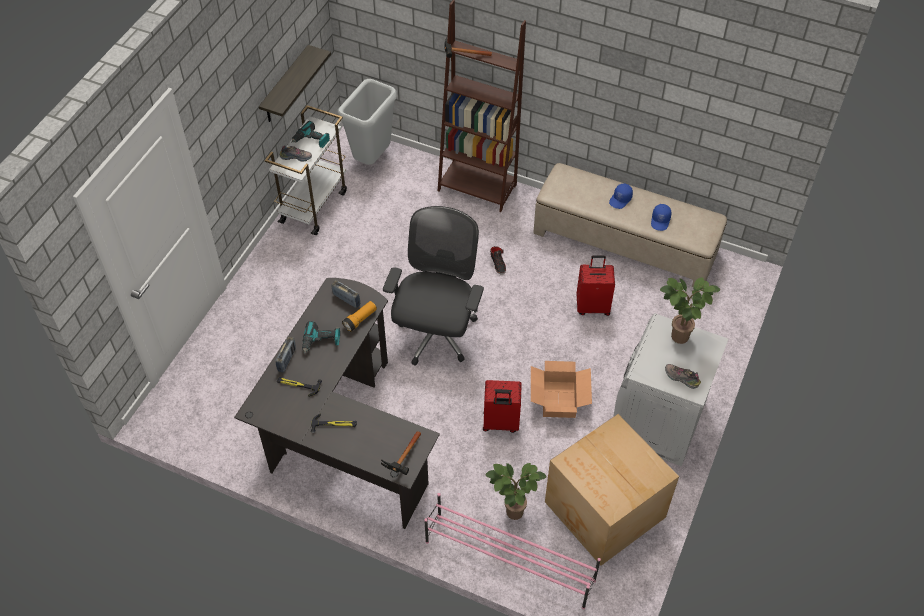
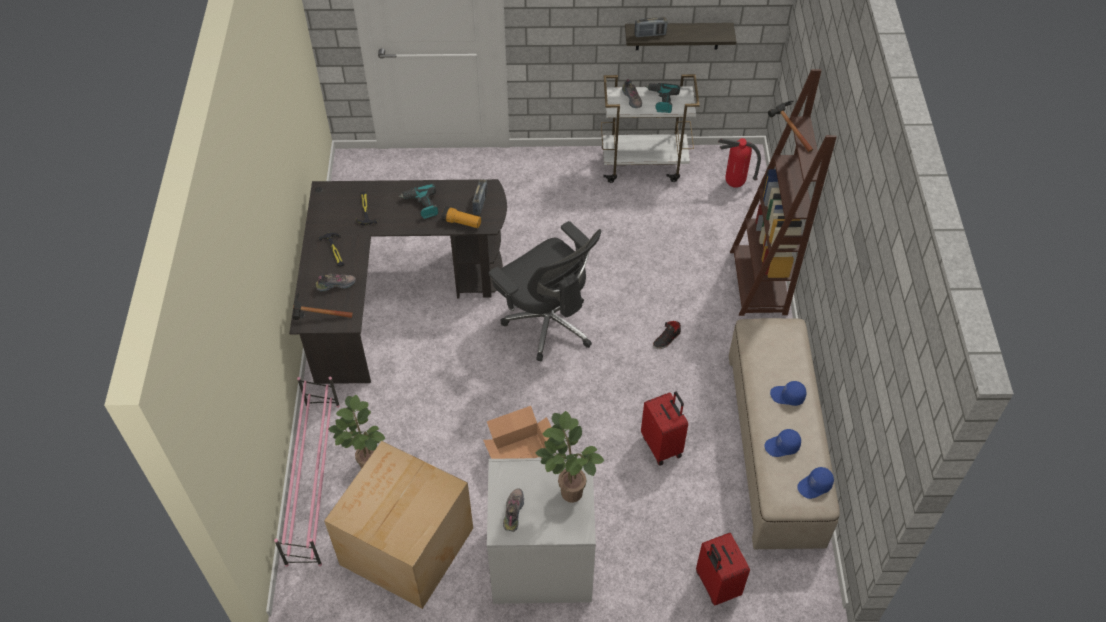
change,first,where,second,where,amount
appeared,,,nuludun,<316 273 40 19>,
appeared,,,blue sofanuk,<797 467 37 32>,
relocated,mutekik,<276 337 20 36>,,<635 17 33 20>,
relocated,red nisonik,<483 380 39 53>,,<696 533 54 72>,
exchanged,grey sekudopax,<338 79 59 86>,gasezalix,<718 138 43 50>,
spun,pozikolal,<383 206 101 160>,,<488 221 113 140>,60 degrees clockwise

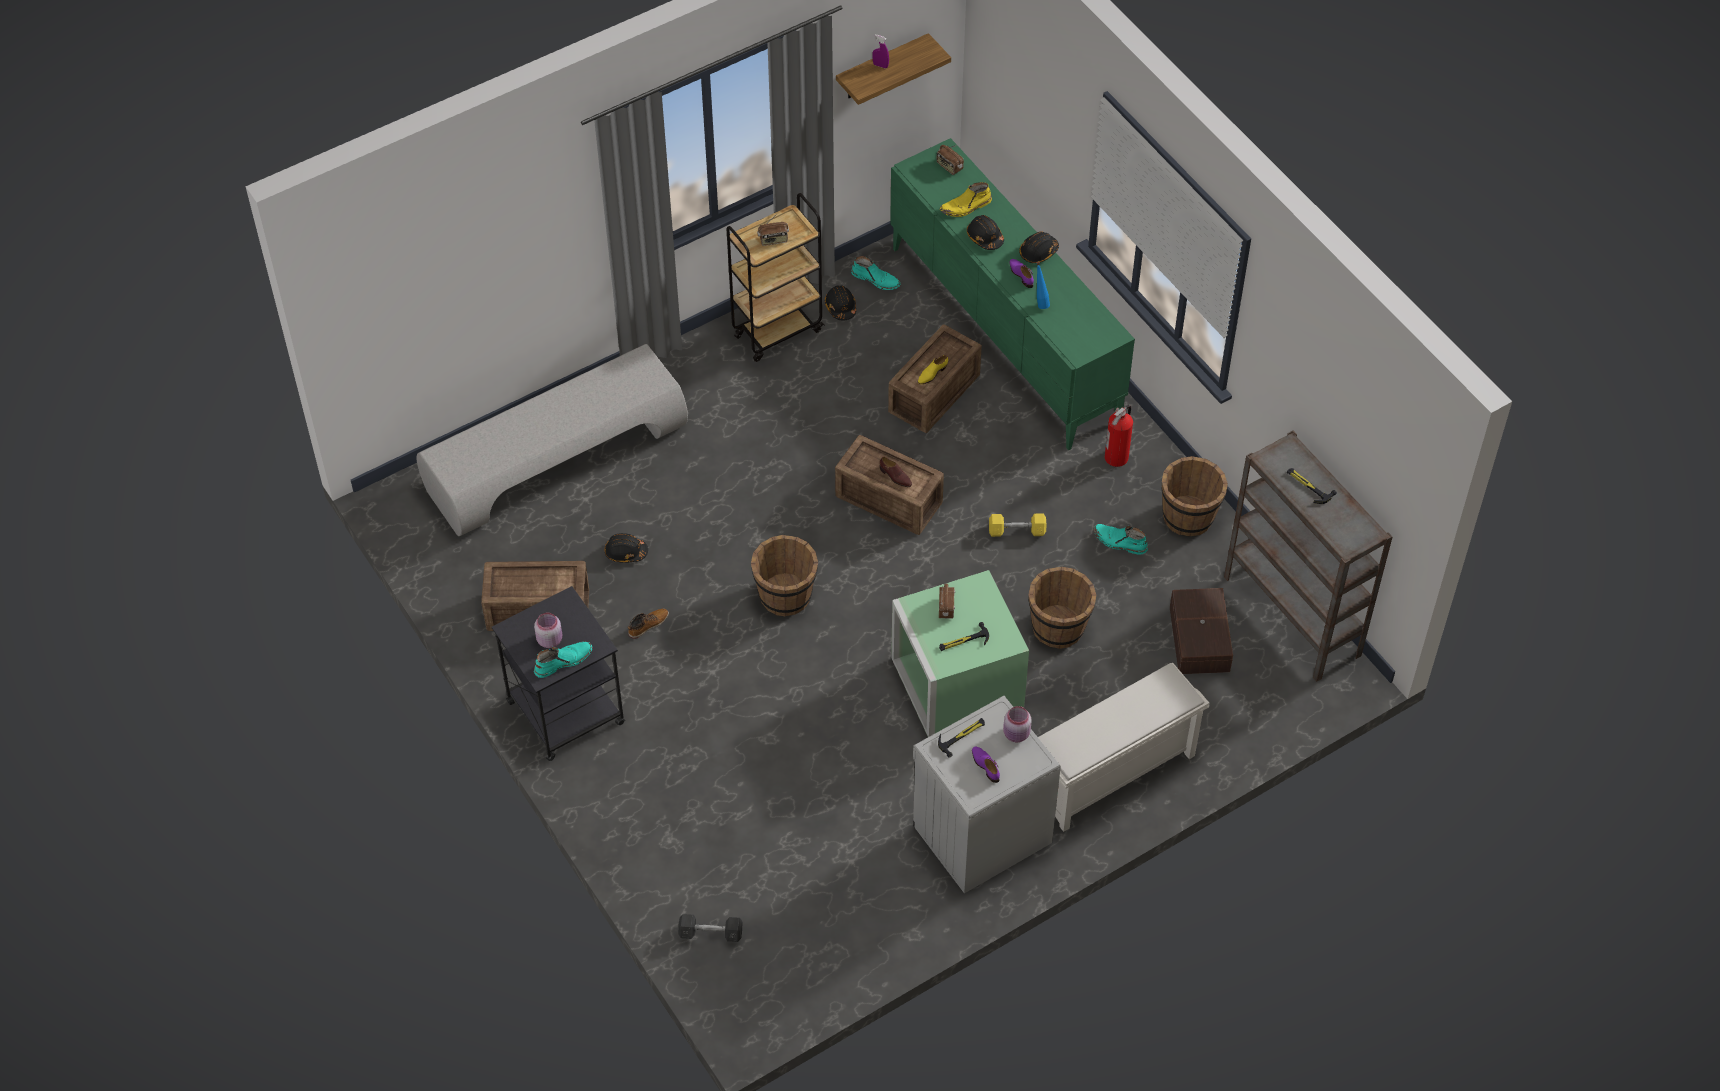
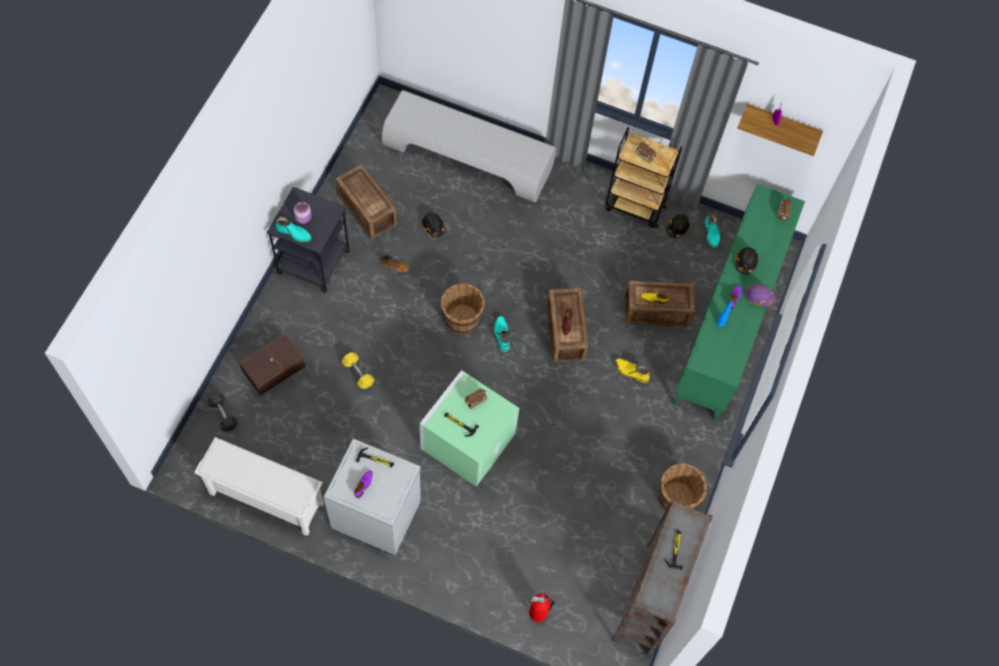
change,first,where,second,where,amount
missing,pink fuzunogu,<1003 706 29 36>,,,
missing,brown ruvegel,<1028 567 68 82>,,,
relocated,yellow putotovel,<940 182 52 35>,,<615 358 35 24>,
relocated,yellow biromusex,<989 514 57 23>,,<342 352 33 37>,
relocated,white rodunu,<1038 662 171 170>,,<195 437 129 99>,
relocated,turquoise putotovel,<1093 524 55 31>,,<494 316 16 36>,
relocated,gasezalix,<1105 405 28 62>,,<529 593 26 29>,
relocated,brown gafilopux,<1170 588 63 86>,,<239 333 67 62>,
colour,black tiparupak,<1019 232 40 31>,purple tiparupak,<745 284 31 22>,

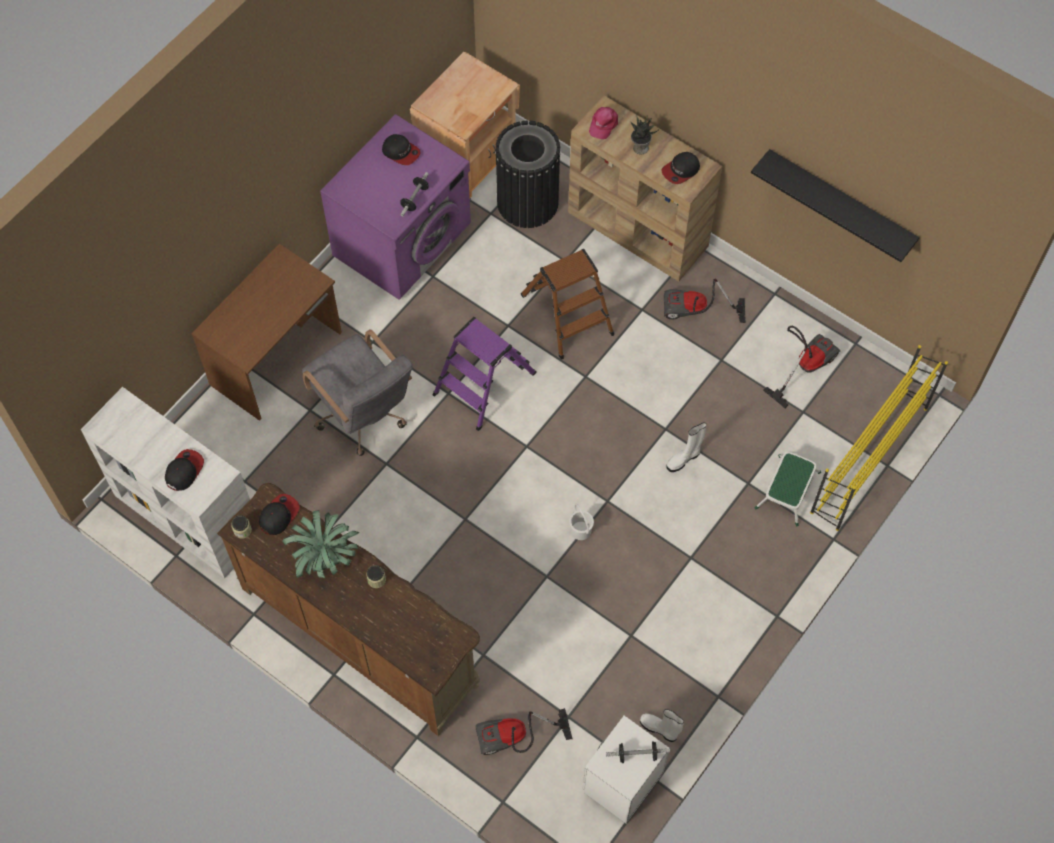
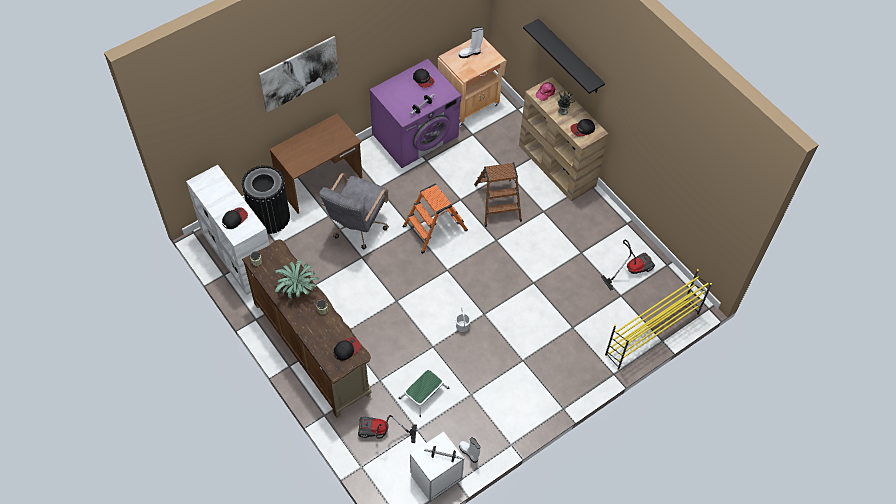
change,first,where,second,where,amount
missing,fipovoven,<664 278 82 45>,,,
appeared,,,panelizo,<259 36 80 76>,
relocated,sofanuk,<259 494 41 41>,,<334 337 27 24>,
relocated,black sekudopax,<495 121 66 107>,,<242 165 48 69>,
relocated,white putotovel,<667 422 40 50>,,<459 27 24 31>,
relocated,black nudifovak,<751 149 168 113>,,<523 18 82 76>,
relocated,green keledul,<754 452 67 75>,,<398 369 51 48>,
colour,purple keledul,<433 317 104 114>,orange keledul,<402 183 66 71>,
spun,grey pozikolal,<302 329 111 127>,,<319 173 70 76>,45 degrees clockwise

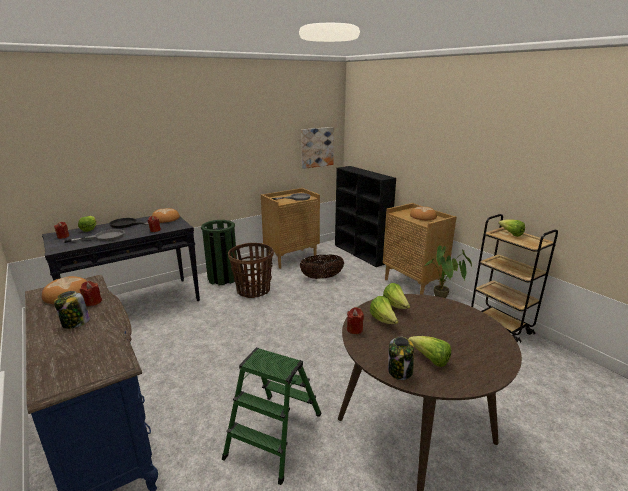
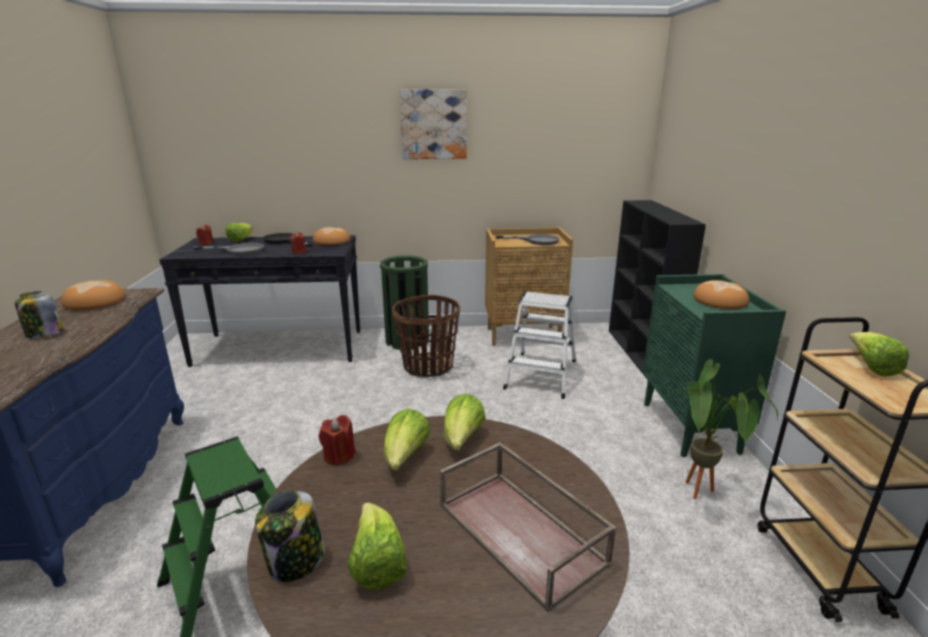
change,first,where,second,where,amount
missing,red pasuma,<80 281 22 25>,,,
appeared,,,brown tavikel,<440 442 177 170>,
relocated,panelizo,<301 127 33 42>,,<400 89 67 70>,
exchanged,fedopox,<300 254 44 25>,white keledul,<503 291 73 108>,
colour,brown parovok,<383 203 73 92>,green parovok,<643 274 143 183>,

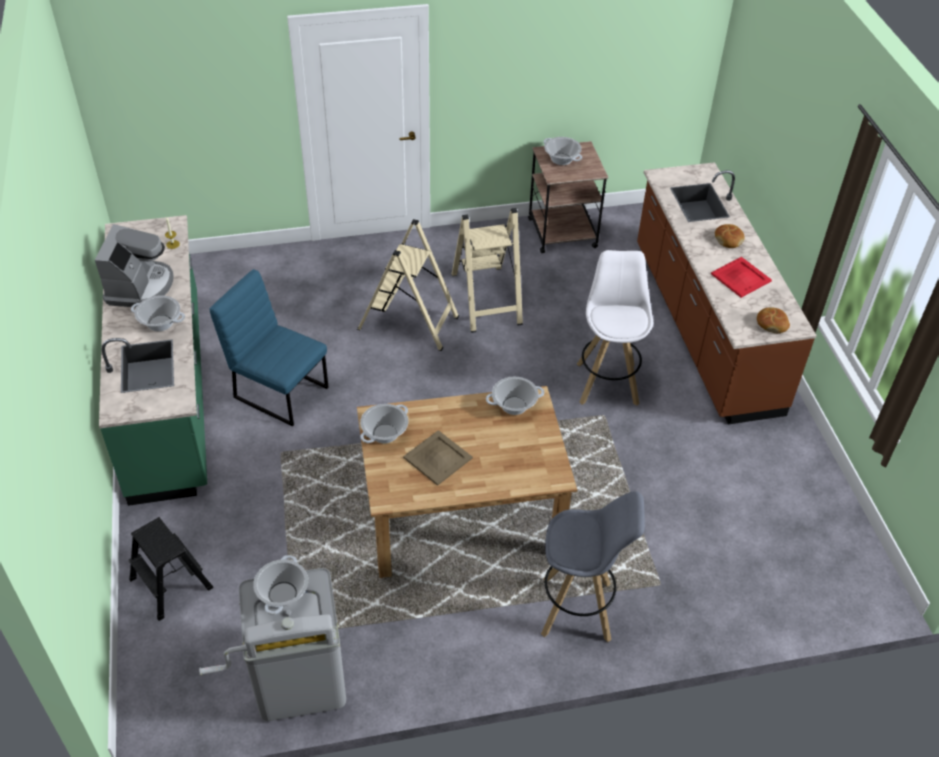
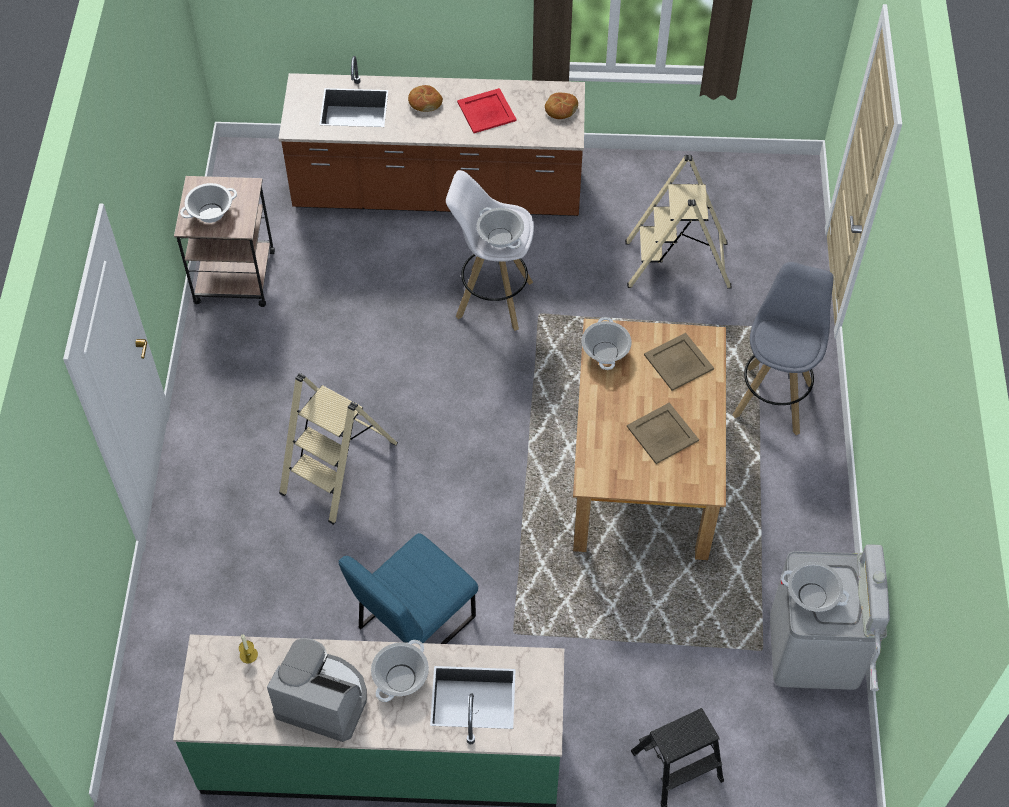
change,first,where,second,where,amount
appeared,,,beige tavikel,<644 333 70 58>,
relocated,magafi,<360 404 49 39>,,<476 207 48 42>,
relocated,beige keledul,<451 208 72 125>,,<625 155 107 133>,

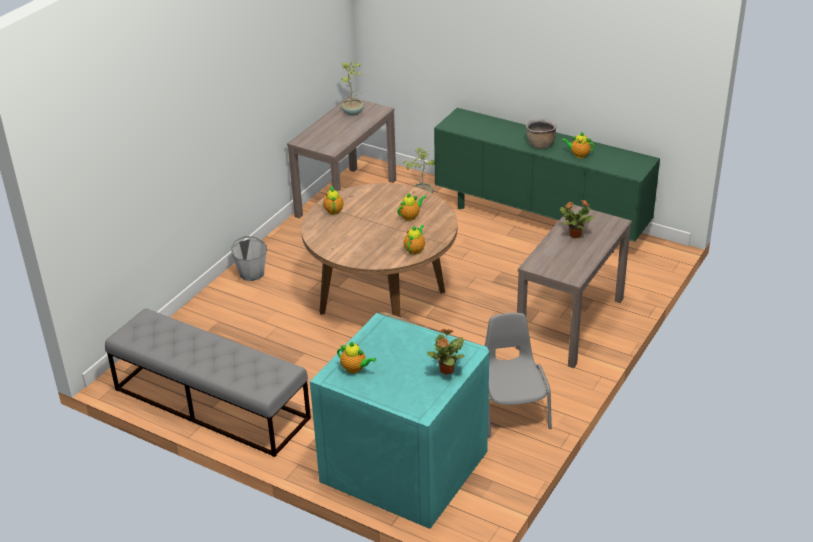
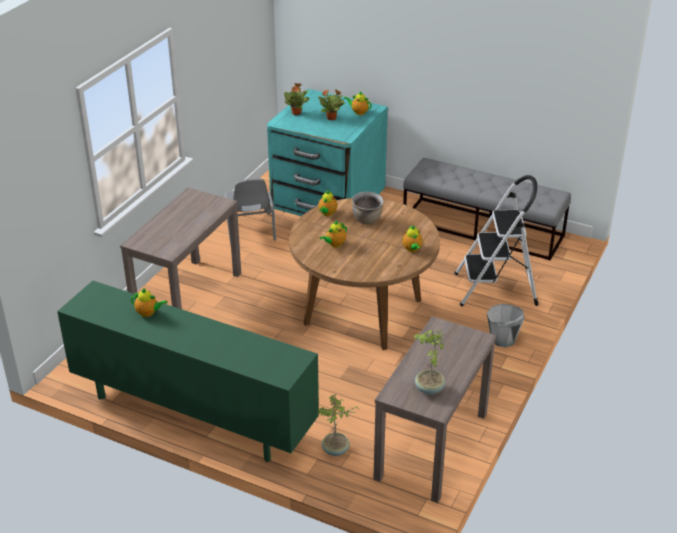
change,first,where,second,where,amount
appeared,,,keledul,<454 175 84 131>,
relocated,brown magafi,<526 118 31 31>,,<352 192 32 32>,
relocated,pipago,<560 200 35 38>,,<318 90 27 30>,

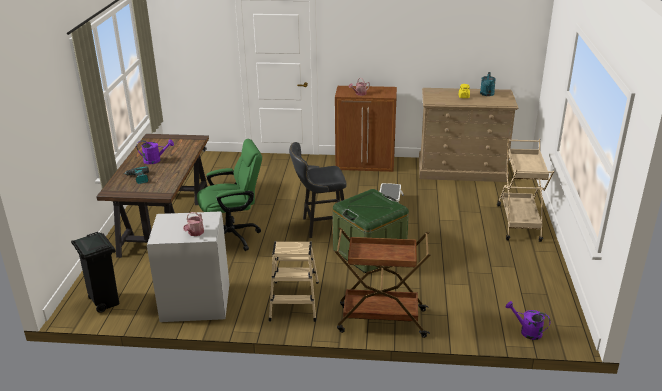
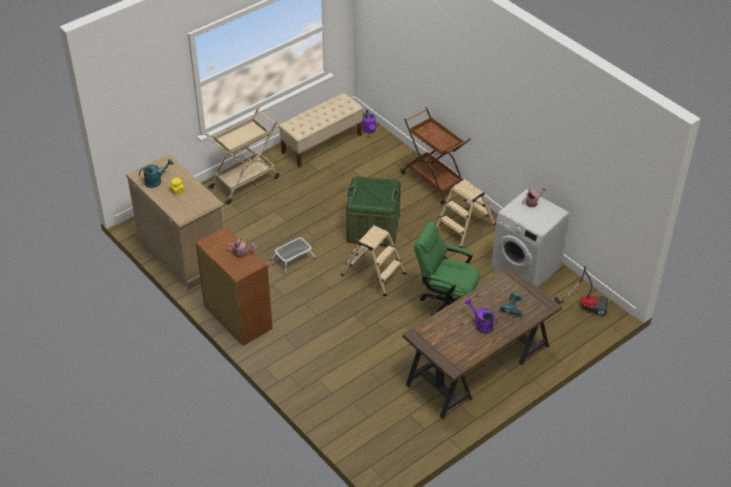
change,first,where,second,where,amount
appeared,,,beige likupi,<278 93 85 75>,
exchanged,black sekudopax,<71 232 48 81>,fipovoven,<554 267 54 49>,
exchanged,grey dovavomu,<289 142 58 96>,beige keledul,<341 224 65 73>,

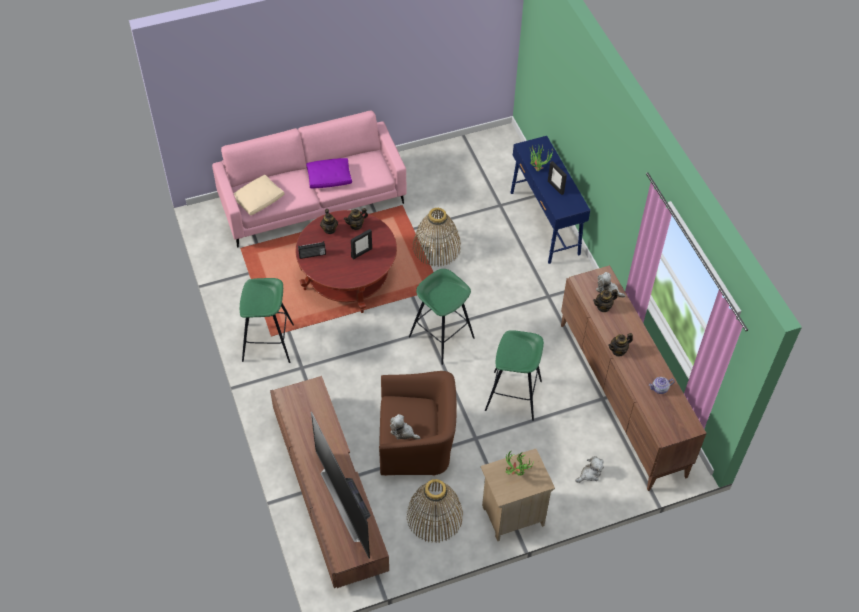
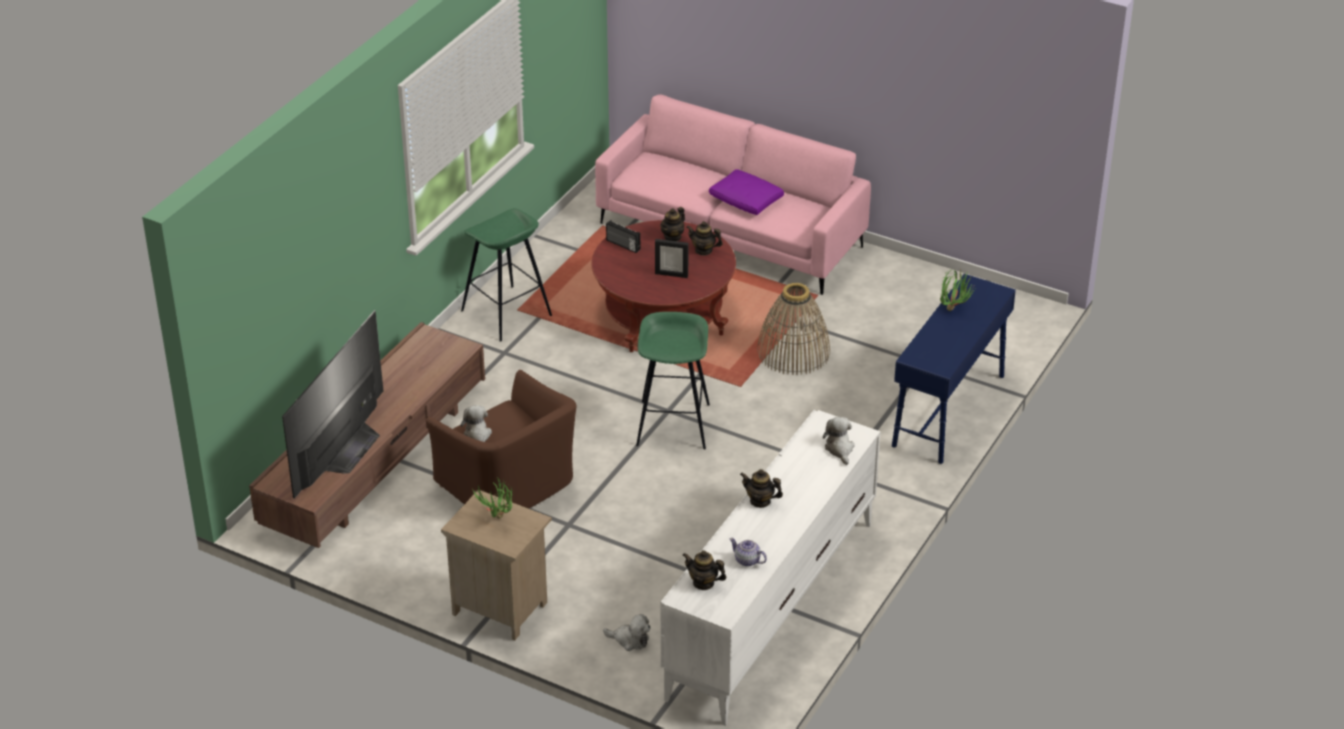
change,first,where,second,where,amount
missing,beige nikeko,<234 175 51 41>,,,
missing,fedopox,<407 479 56 64>,,,
missing,green dovavomu,<485 330 59 91>,,,
missing,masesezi,<548 161 19 34>,,,
relocated,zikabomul,<593 289 25 23>,,<682 550 44 40>,
colour,brown parovok,<561 265 146 226>,white parovok,<661 410 220 316>,

